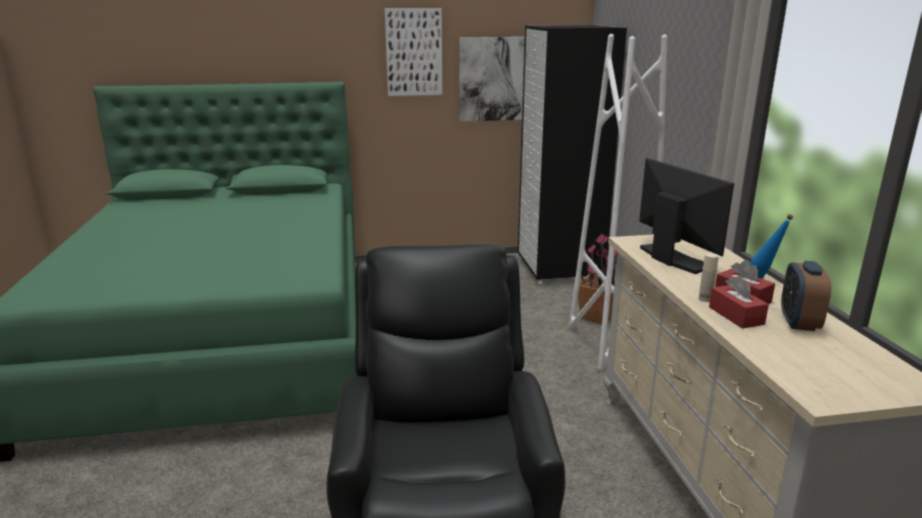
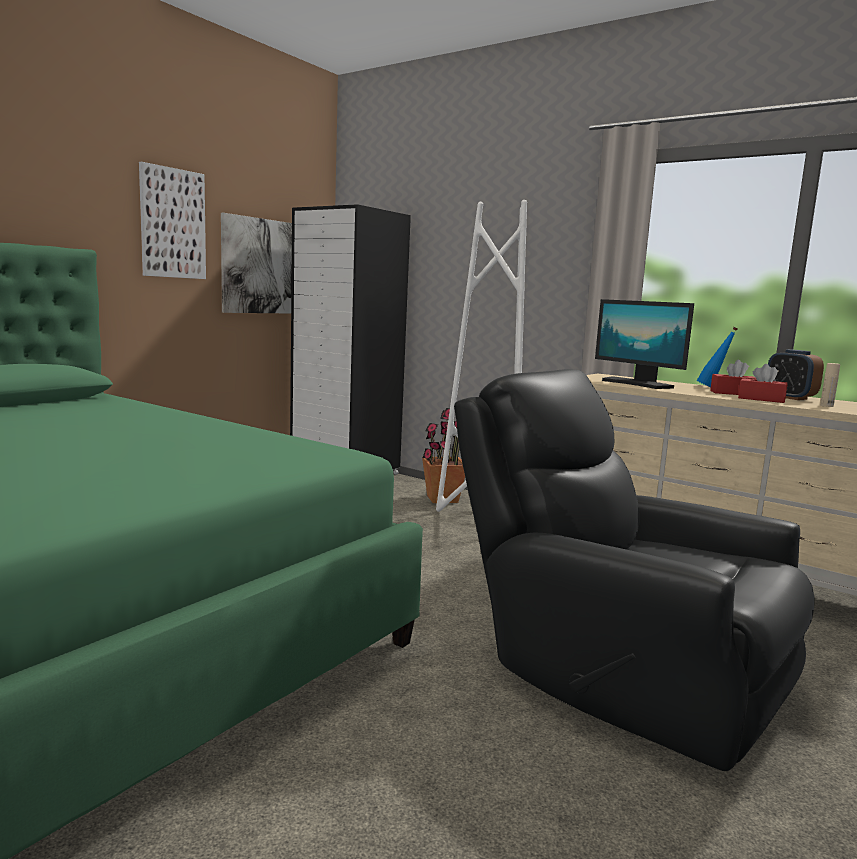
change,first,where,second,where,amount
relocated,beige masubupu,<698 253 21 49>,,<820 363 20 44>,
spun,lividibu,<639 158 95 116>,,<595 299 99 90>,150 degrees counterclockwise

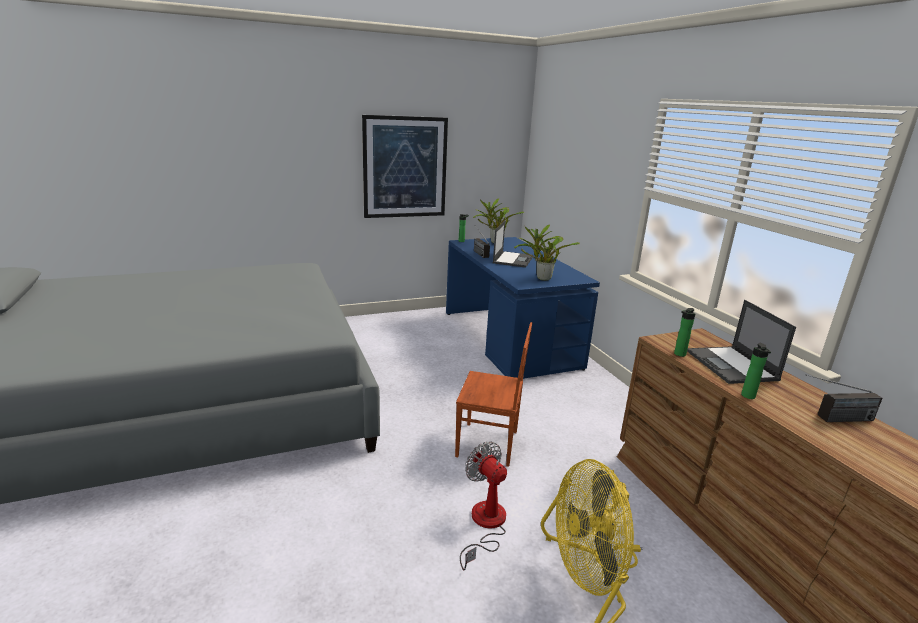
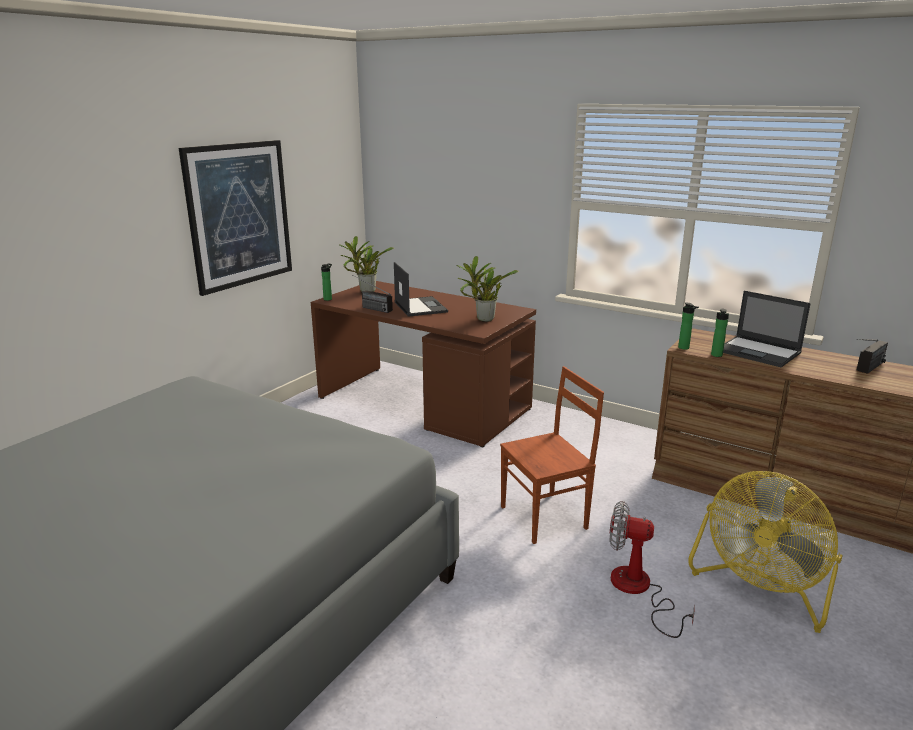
change,first,where,second,where,amount
relocated,masubupu,<741 343 30 56>,,<678 302 21 48>,
colour,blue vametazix,<446 237 154 142>,brown vametazix,<311 281 225 166>,

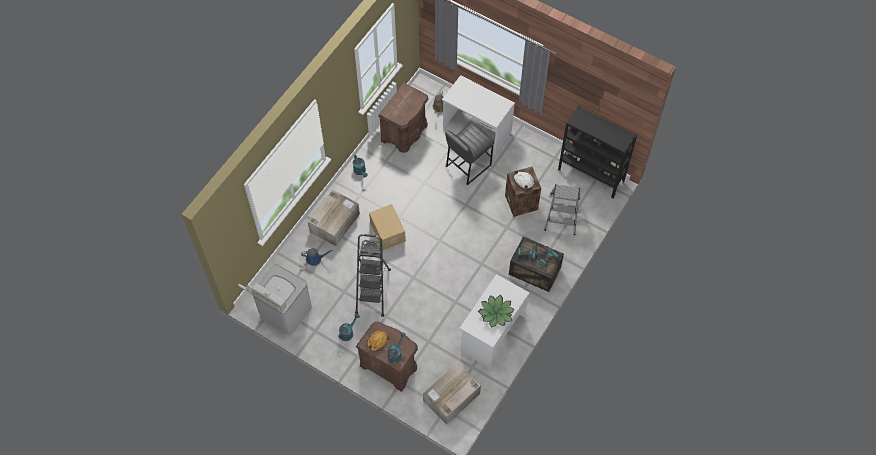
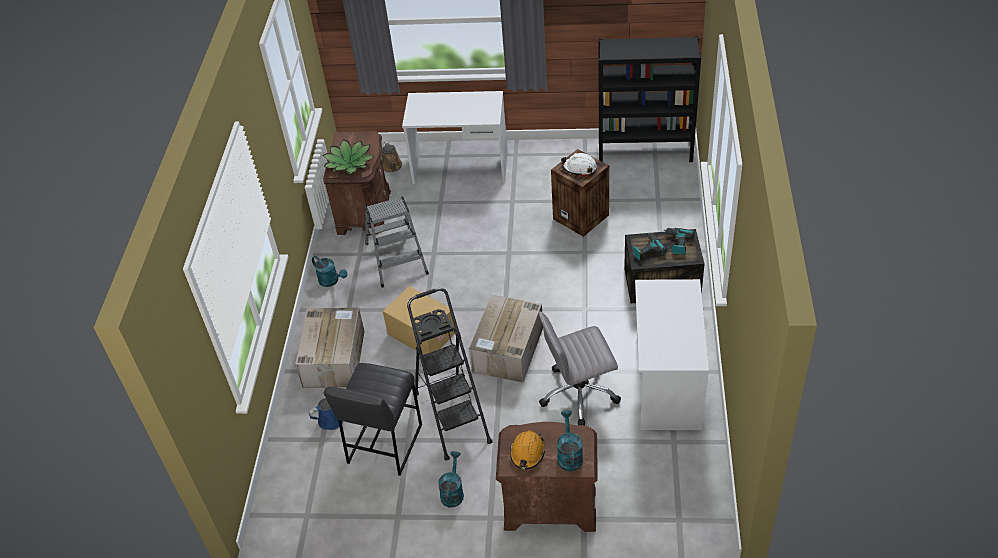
change,first,where,second,where,amount
missing,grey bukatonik,<238 264 74 71>,,,
appeared,,,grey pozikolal,<538 311 83 114>,
relocated,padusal,<423 363 58 61>,,<469 295 74 88>,
relocated,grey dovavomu,<445 123 49 62>,,<323 363 99 113>,
relocated,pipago,<478 295 37 33>,,<323 139 51 36>,
relocated,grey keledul,<544 184 37 51>,,<365 196 64 92>,

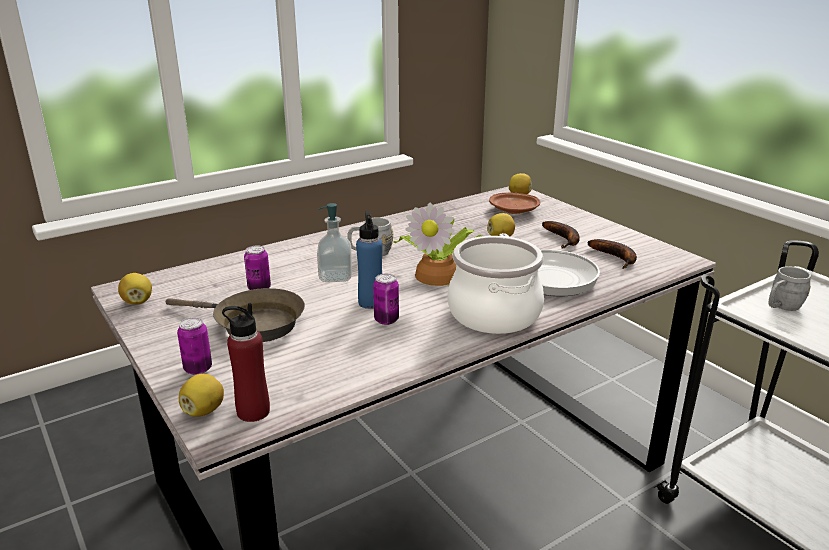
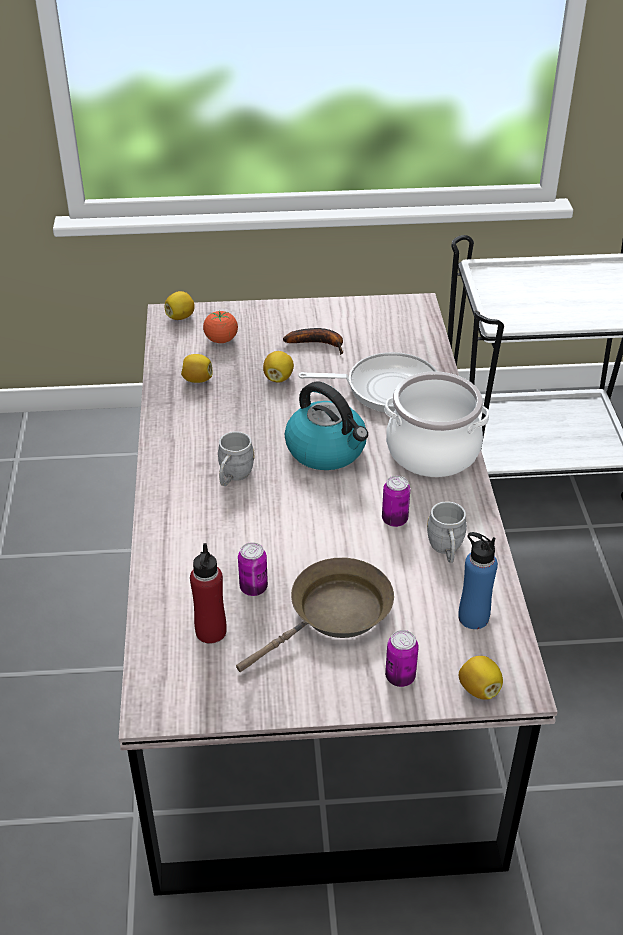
change,first,where,second,where,amount
missing,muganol,<317 203 35 79>,,,
missing,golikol,<587 239 50 30>,,,
relocated,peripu,<118 273 34 32>,,<181 354 31 29>,
relocated,red masubupu,<222 303 48 119>,,<190 543 37 101>,
relocated,blue masubupu,<356 211 27 98>,,<458 532 40 97>,
relocated,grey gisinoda,<768 266 43 45>,,<427 501 40 62>,
exchanged,pipago,<393 203 89 83>,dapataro,<285 381 83 89>,
exchanged,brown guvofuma,<489 193 51 21>,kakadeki,<203 310 35 33>,

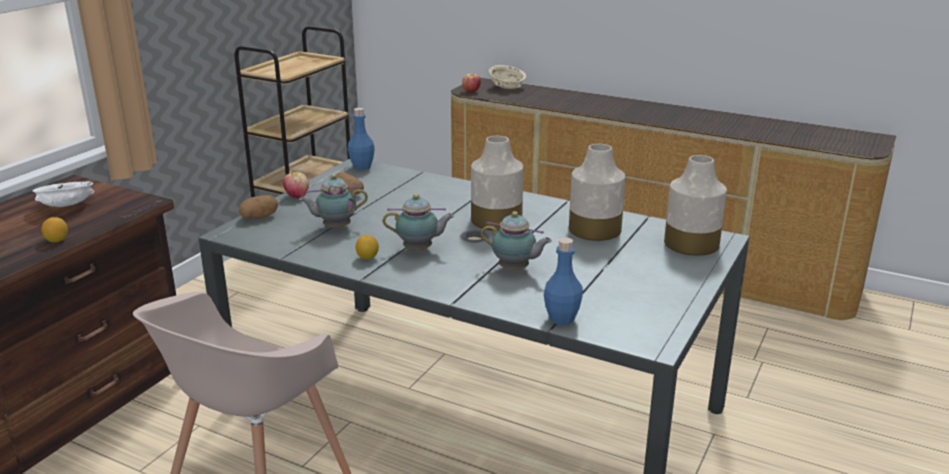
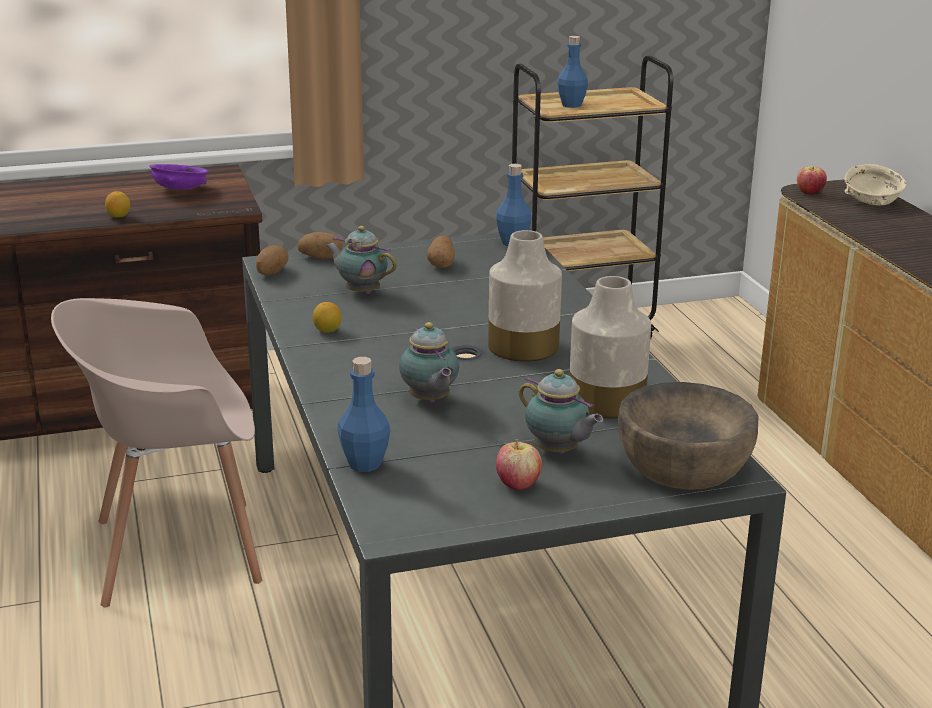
change,first,where,second,where,amount
appeared,,,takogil,<256 245 32 30>,
appeared,,,blue masubupu,<557 36 31 72>,
relocated,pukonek,<283 171 26 27>,,<496 439 46 51>,
relocated,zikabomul,<383 194 71 56>,,<519 369 84 85>,
exchanged,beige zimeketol,<664 155 63 101>,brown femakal,<618 382 140 108>,
colour,white femakal,<33 182 61 25>,purple femakal,<149 164 60 26>,

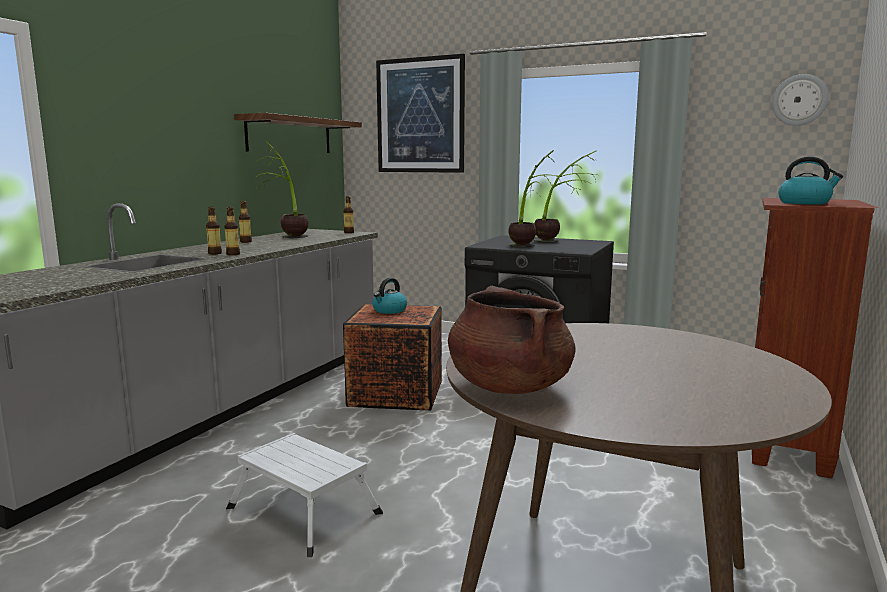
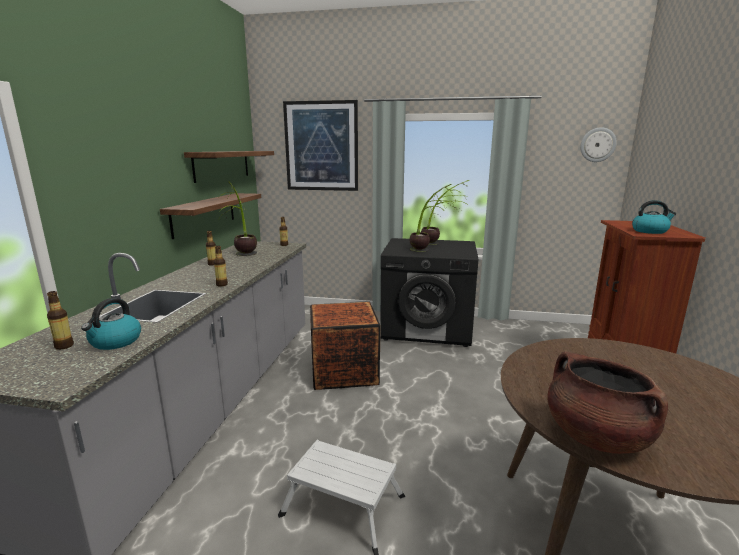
change,first,where,second,where,amount
appeared,,,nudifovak,<160 193 101 46>,
relocated,masubupu,<206 207 16 48>,,<47 291 27 59>,
relocated,dapataro,<372 278 35 36>,,<81 298 60 52>,

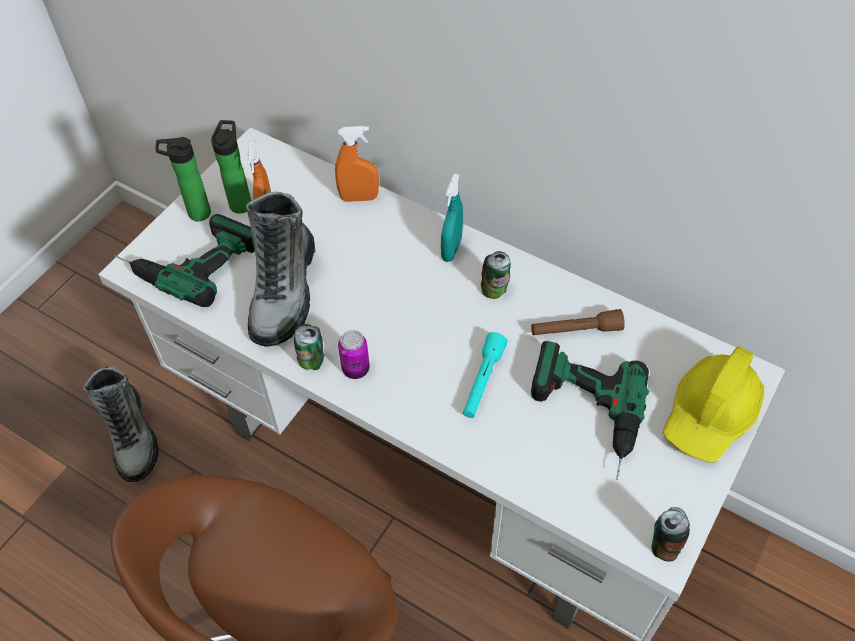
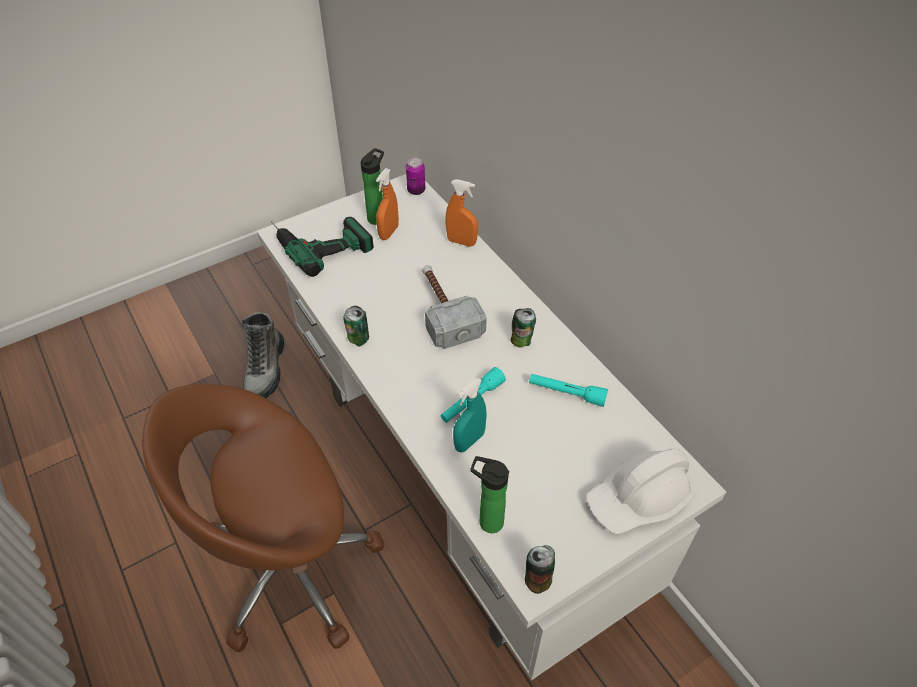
change,first,where,second,where,amount
missing,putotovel,<246 192 69 155>,,,
missing,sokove,<531 341 118 139>,,,
appeared,,,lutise,<422 265 65 84>,
relocated,masubupu,<156 137 55 84>,,<471 456 38 77>,
relocated,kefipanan,<338 330 32 49>,,<406 158 19 37>,
relocated,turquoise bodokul,<441 173 22 89>,,<453 378 34 74>,
colour,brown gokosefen,<531 309 94 26>,turquoise gokosefen,<529 374 79 33>,
colour,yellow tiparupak,<663 346 101 117>,white tiparupak,<586 448 109 86>,

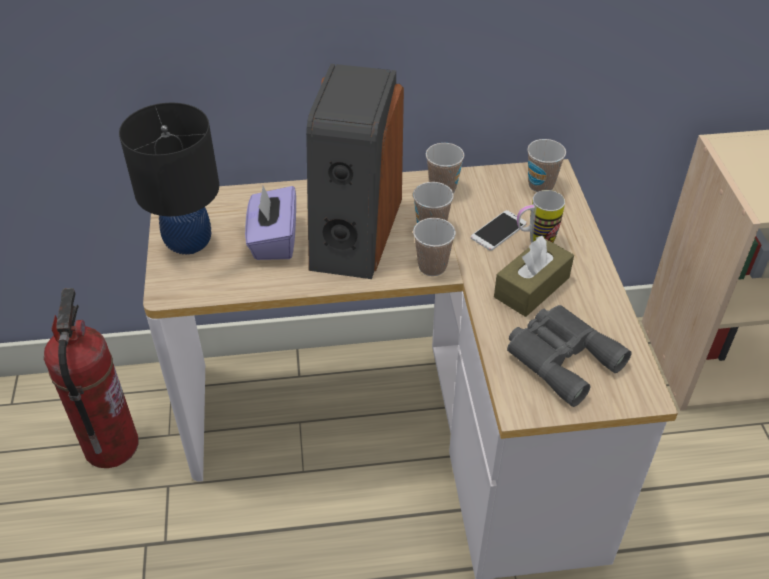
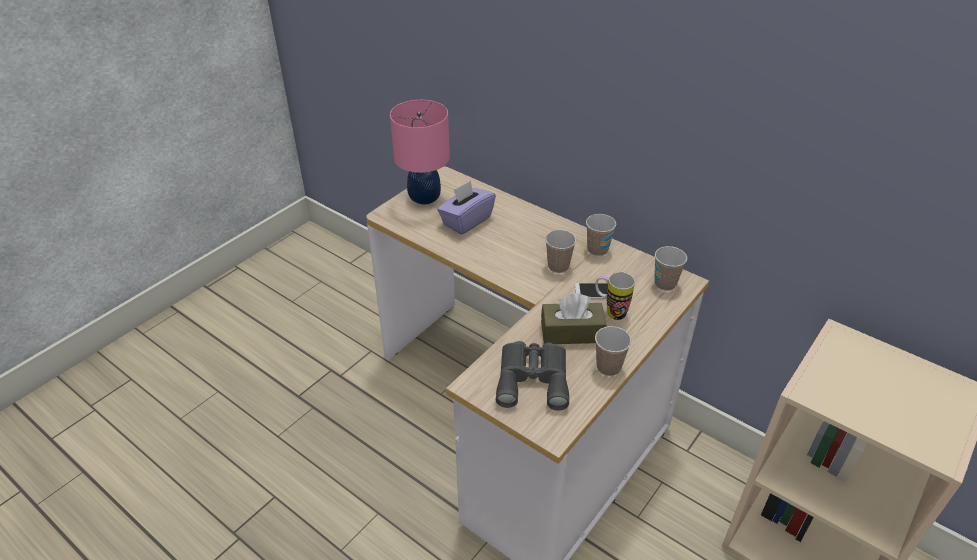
change,first,where,second,where,amount
missing,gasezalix,<44 288 95 180>,,,
missing,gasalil,<306 64 98 215>,,,
relocated,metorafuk,<413 218 43 58>,,<595 326 36 50>,
colour,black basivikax,<119 103 100 152>,pink basivikax,<390 100 60 104>,

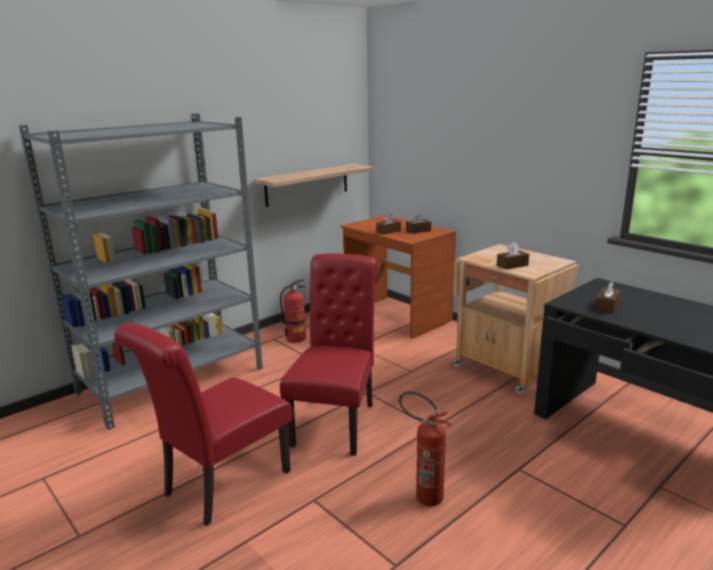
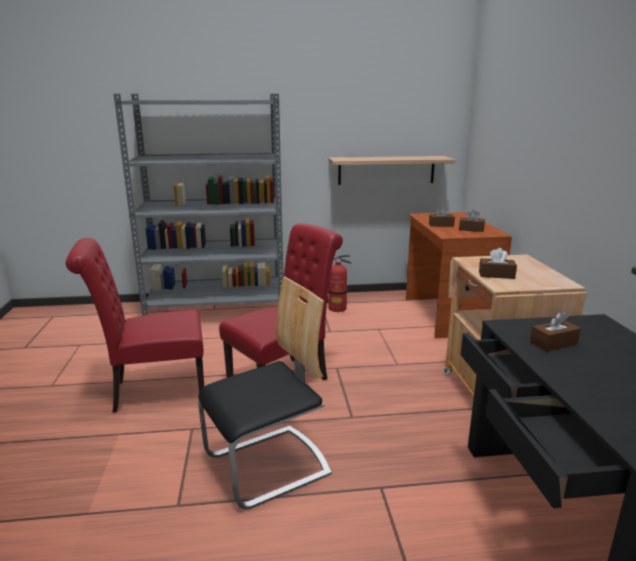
change,first,where,second,where,amount
exchanged,gasezalix,<399 391 53 115>,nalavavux,<198 276 134 233>,

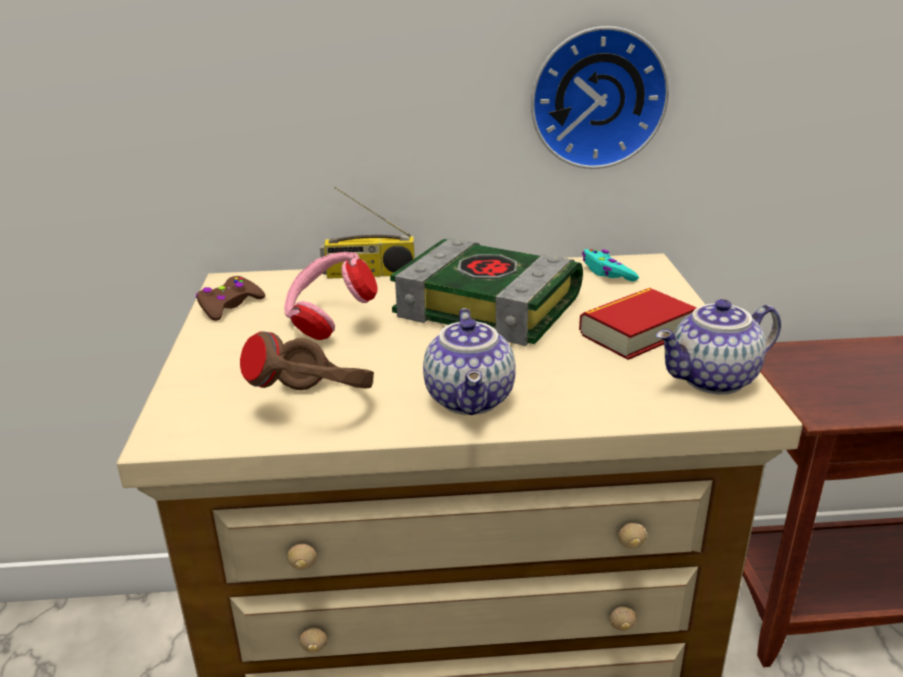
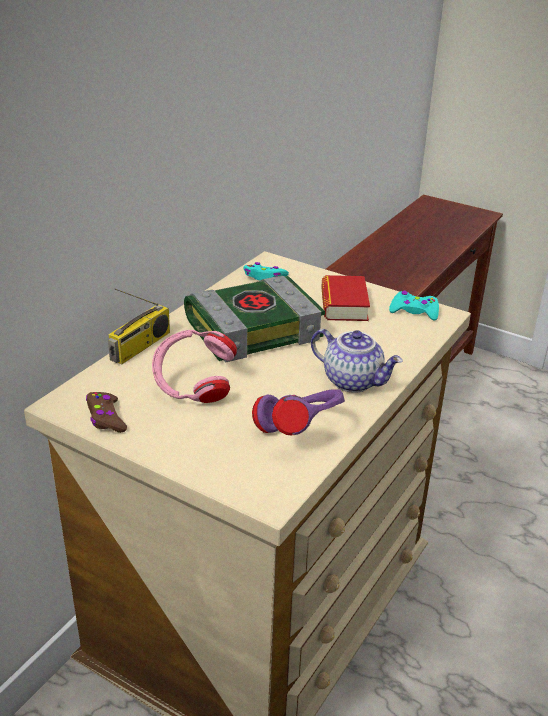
change,first,where,second,where,amount
missing,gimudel,<531 26 138 143>,,,
exchanged,zikabomul,<656 299 125 96>,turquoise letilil,<389 291 50 30>,
colour,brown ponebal,<240 331 134 59>,purple ponebal,<252 389 93 46>,

